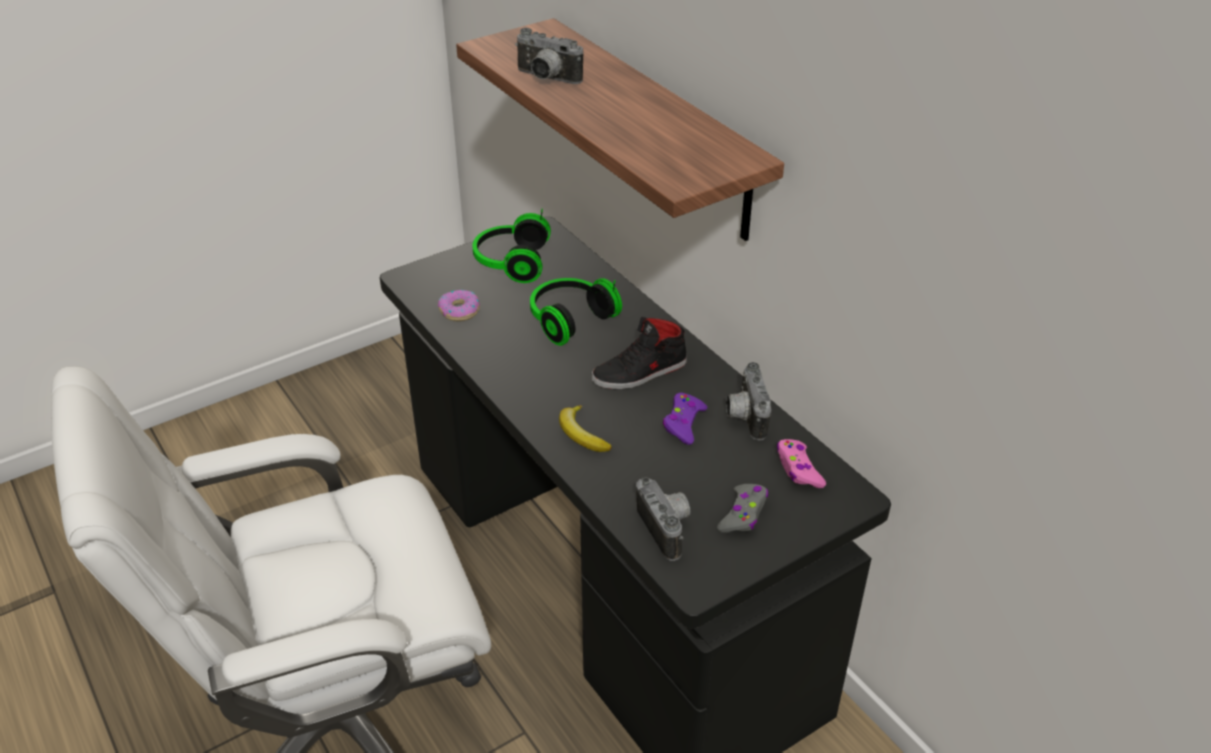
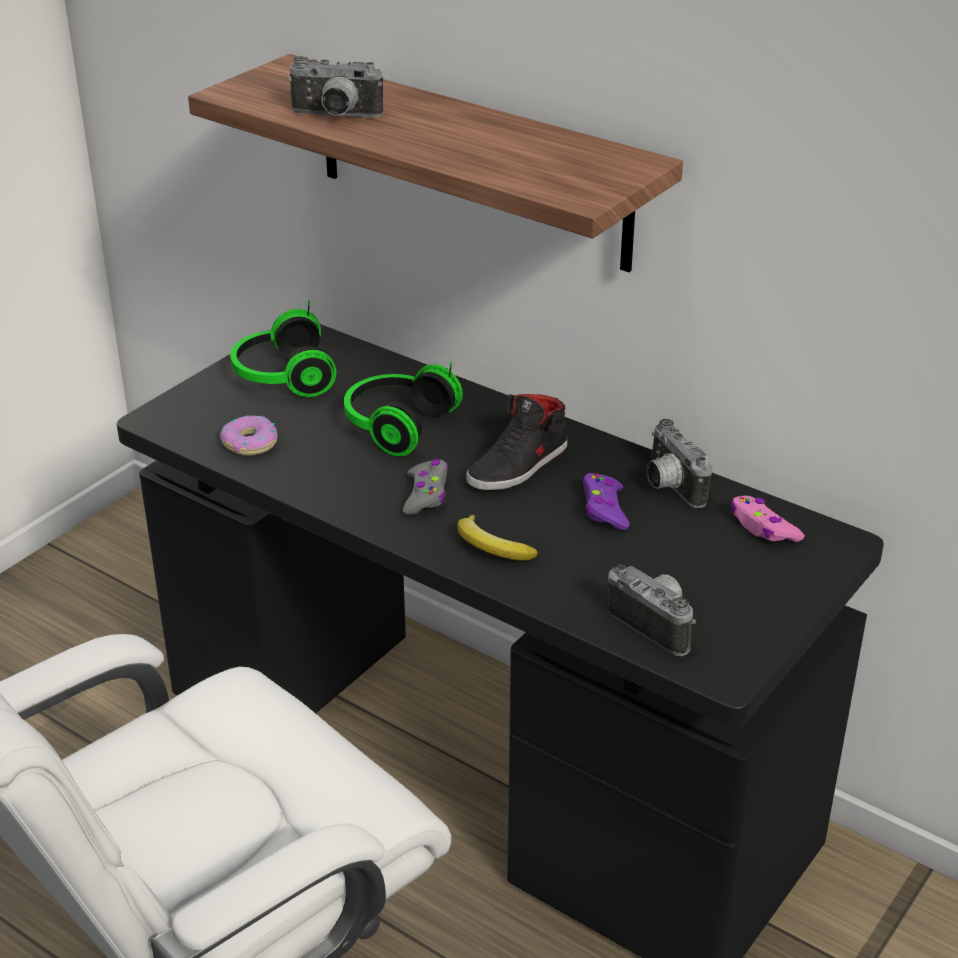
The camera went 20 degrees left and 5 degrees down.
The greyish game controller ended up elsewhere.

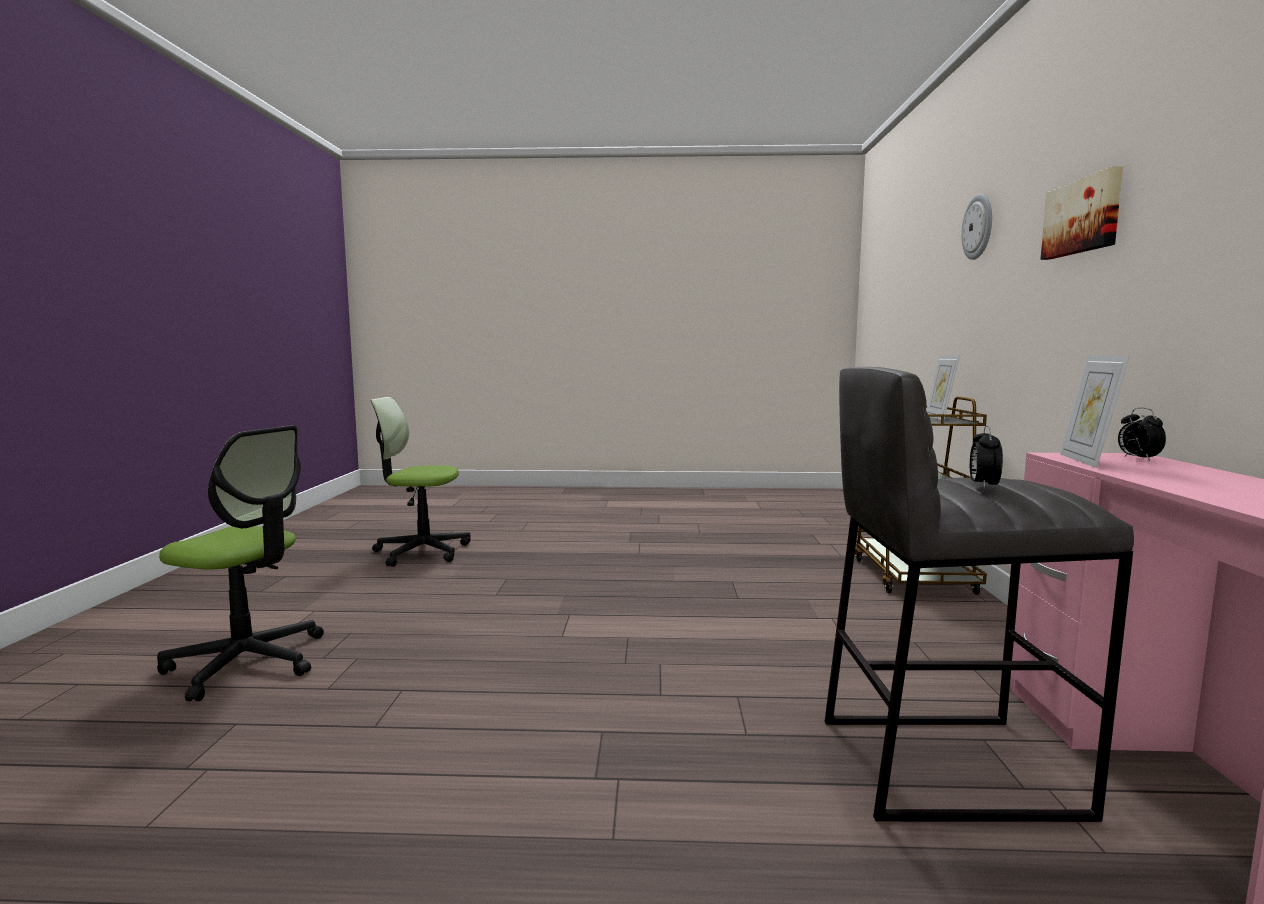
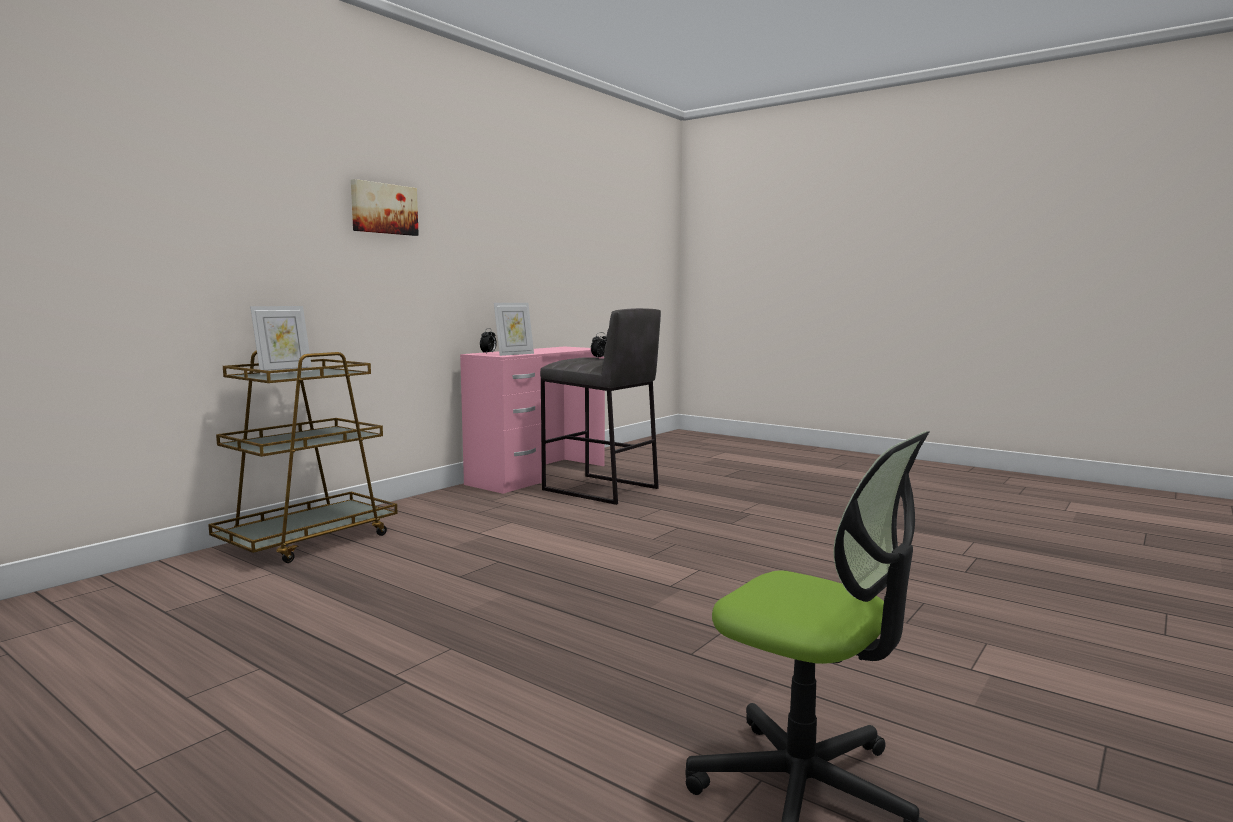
The camera went 145 degrees left and 0 degrees up.
The second view lost the desk chair (no. 1 from left).
The second view lost the hanging clock.

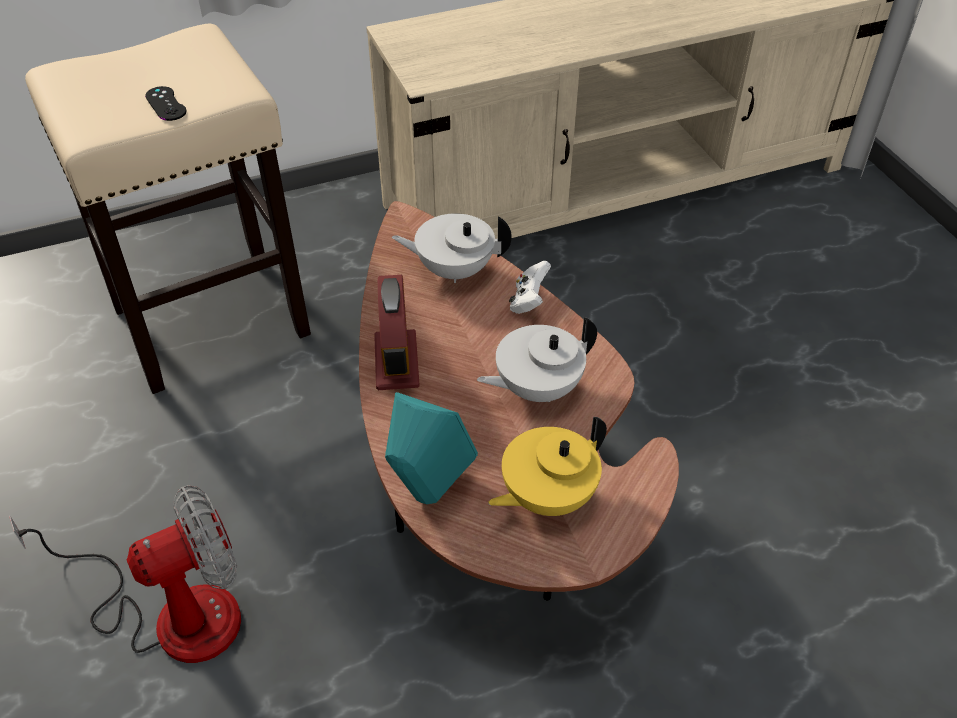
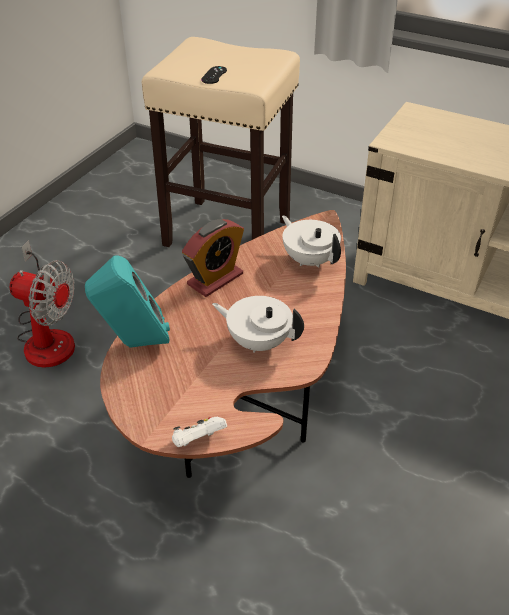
The camera went 50 degrees right and 5 degrees down.
The white-coloured game controller ended up elsewhere.
The second view lost the yellow-coloured pot for tea.

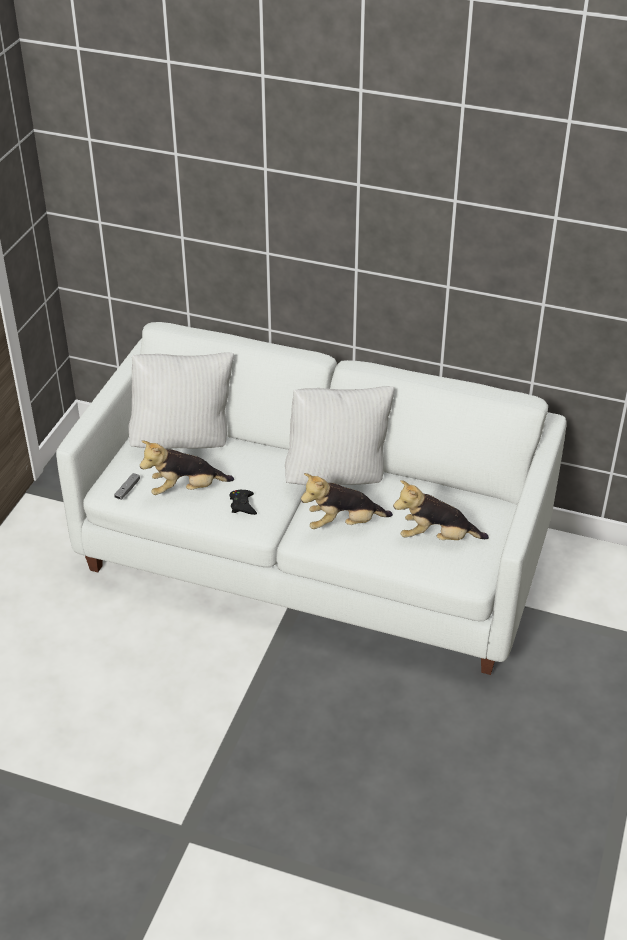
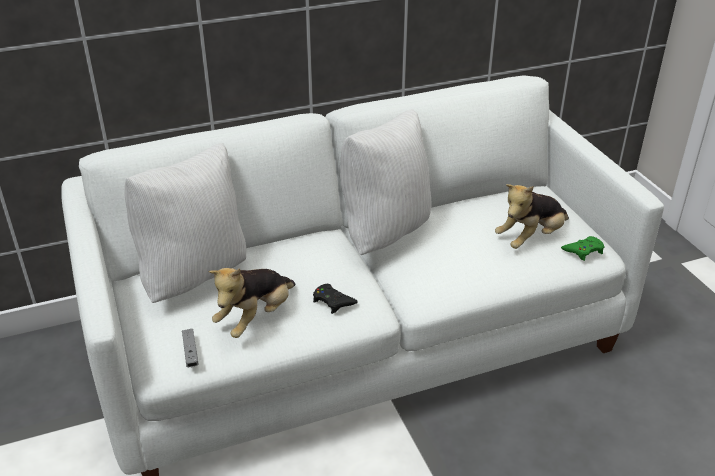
The camera went 40 degrees left and 5 degrees down.
The second view gained the green game controller.
The second view lost the plush toy (no. 2 from left).

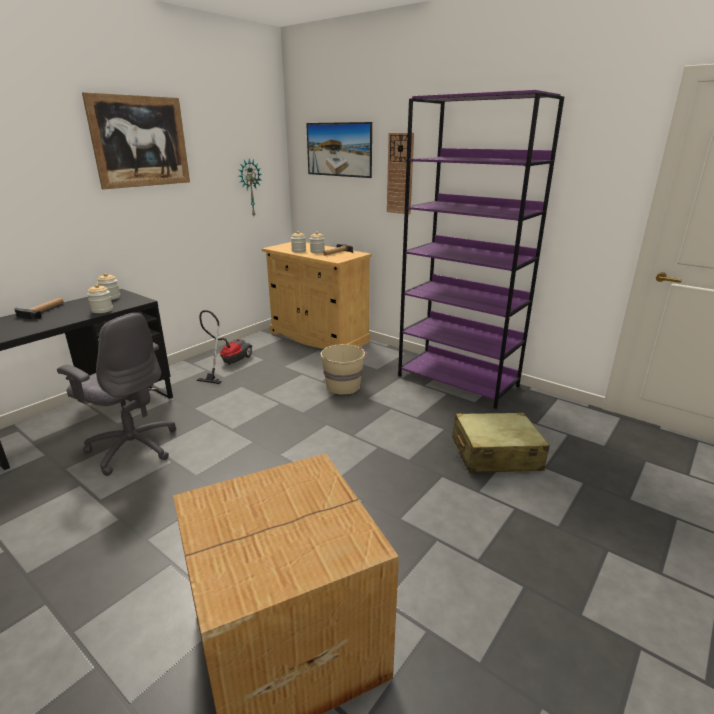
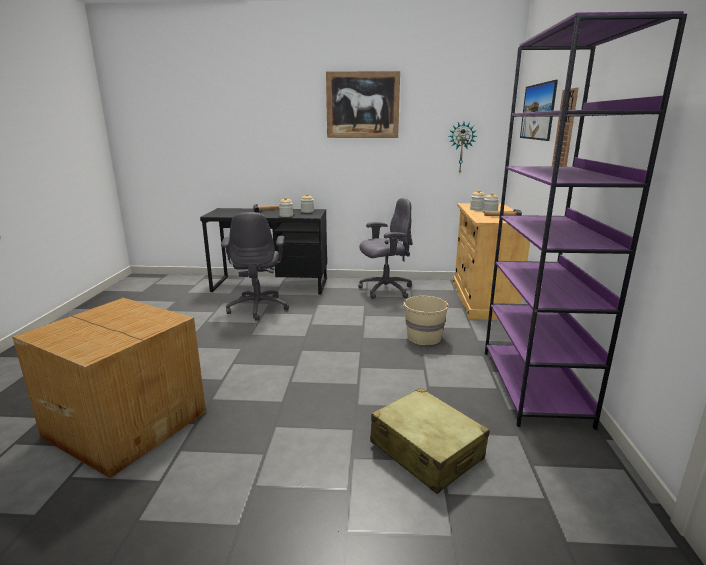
The camera went 55 degrees right and 5 degrees down.
Where the vacuum cleaner stood, the greyish desk chair (no. 2 from left) came to stand.

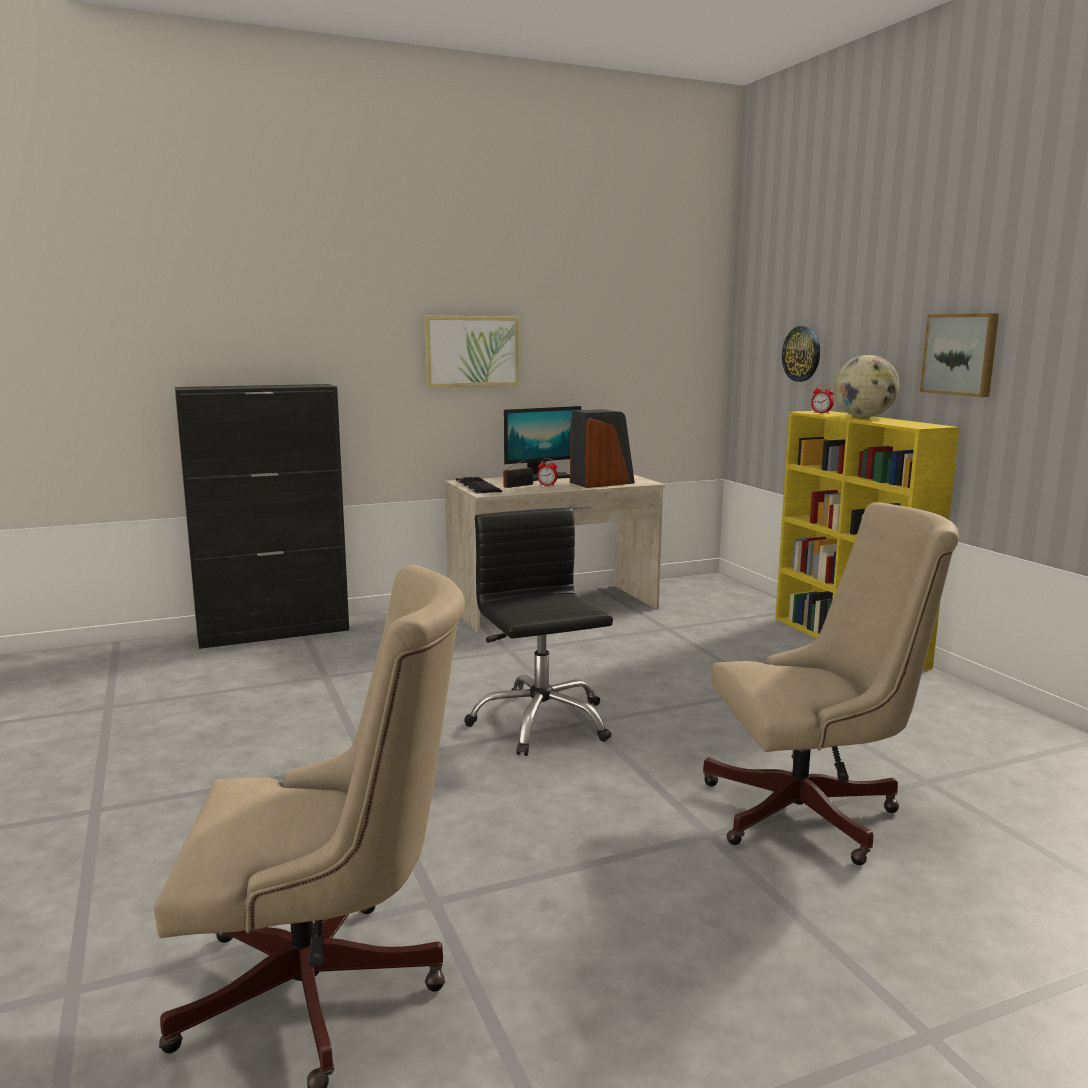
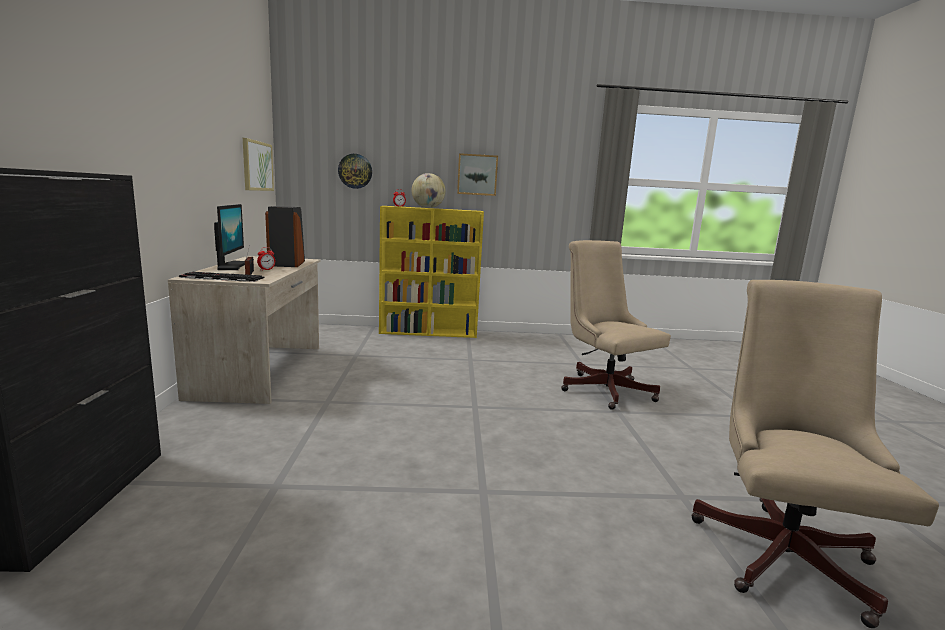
The camera went 70 degrees left and 0 degrees up.
The picture (no. 1 from left) ended up elsewhere.
The sand-coloured desk chair (no. 2 from left in the first image) ended up facing another way, 45 degrees counterclockwise from before.
The second view lost the blackish desk chair.

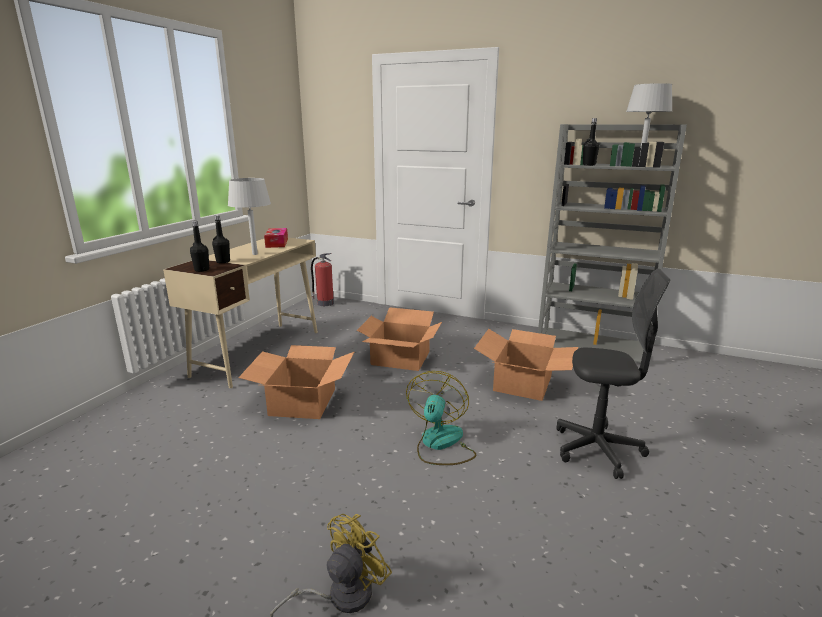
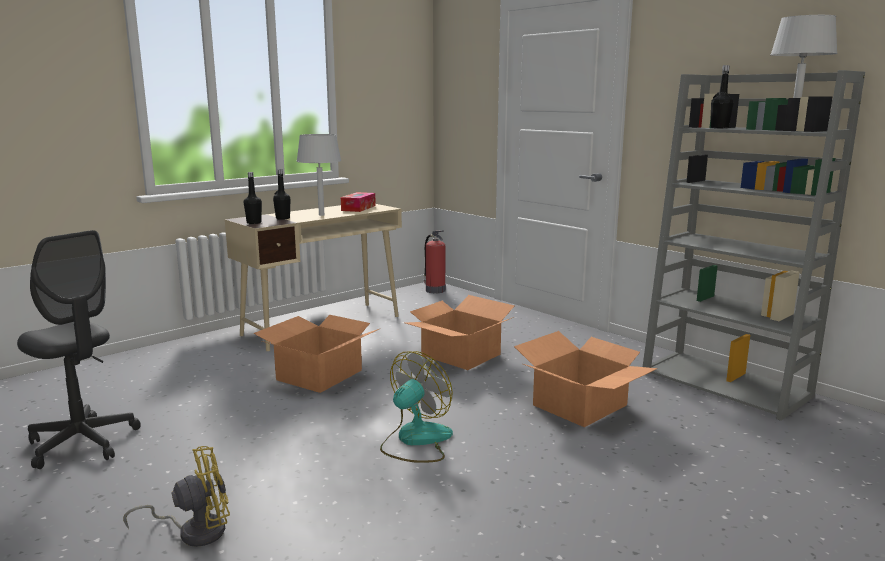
The camera went 25 degrees right and 5 degrees down.
The greyish desk chair ended up elsewhere.

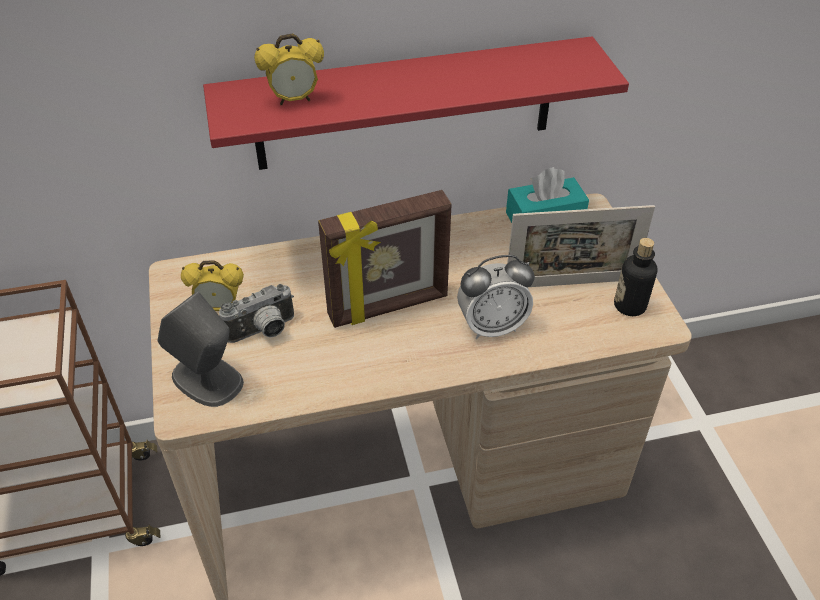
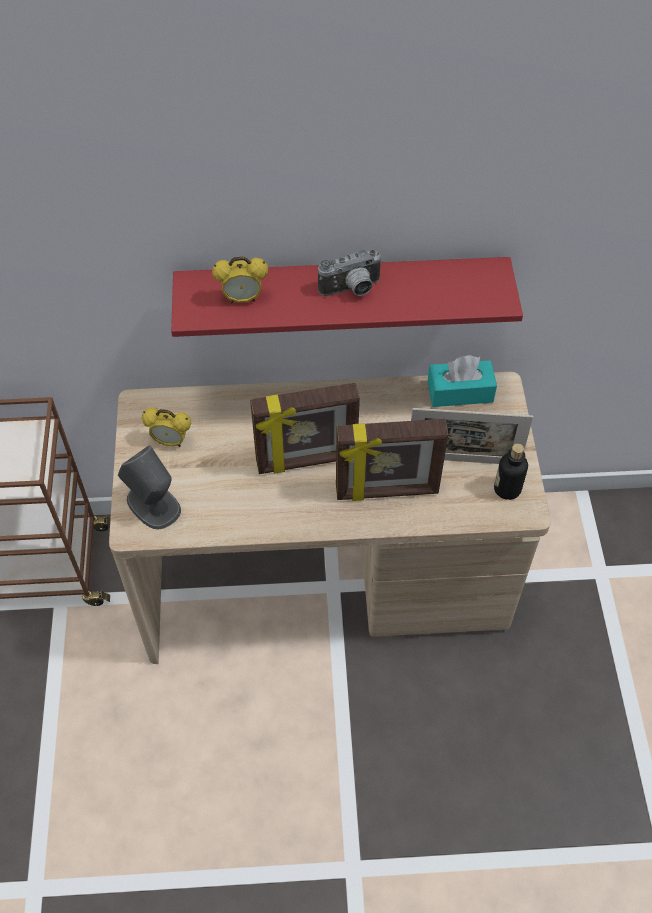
The camera went 10 degrees right and 10 degrees up.
The still camera ended up elsewhere.
Where the table clock (no. 3 from left) stood, the standing frame (no. 2 from left) came to stand.

